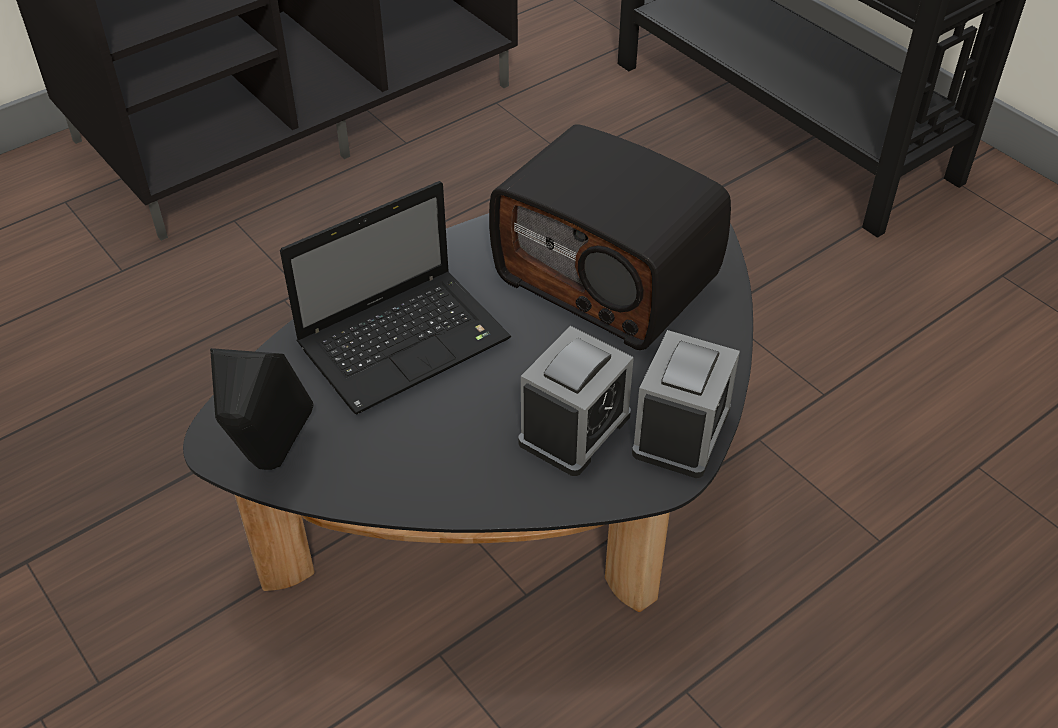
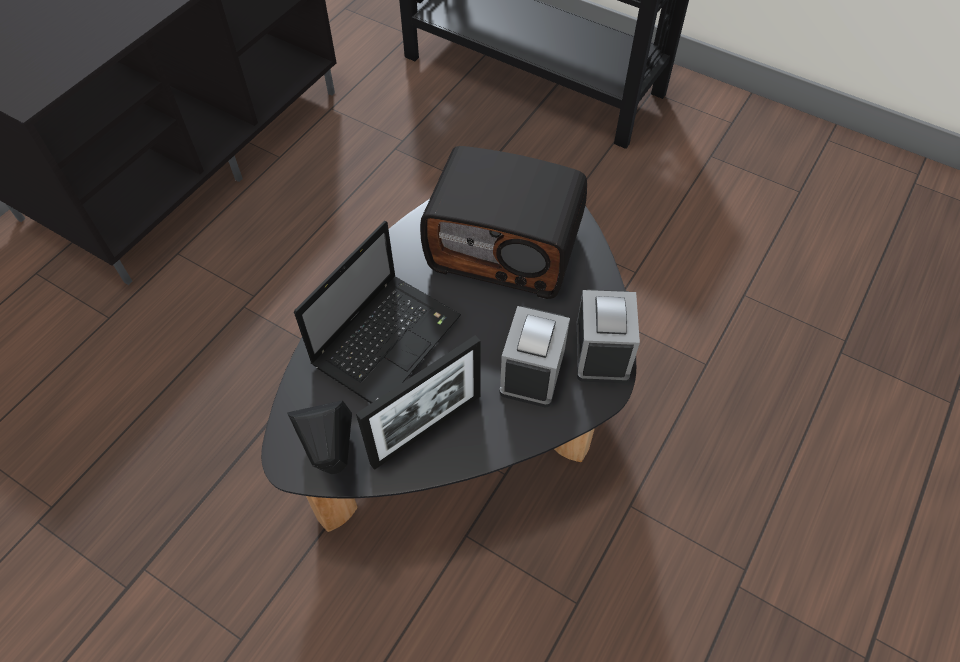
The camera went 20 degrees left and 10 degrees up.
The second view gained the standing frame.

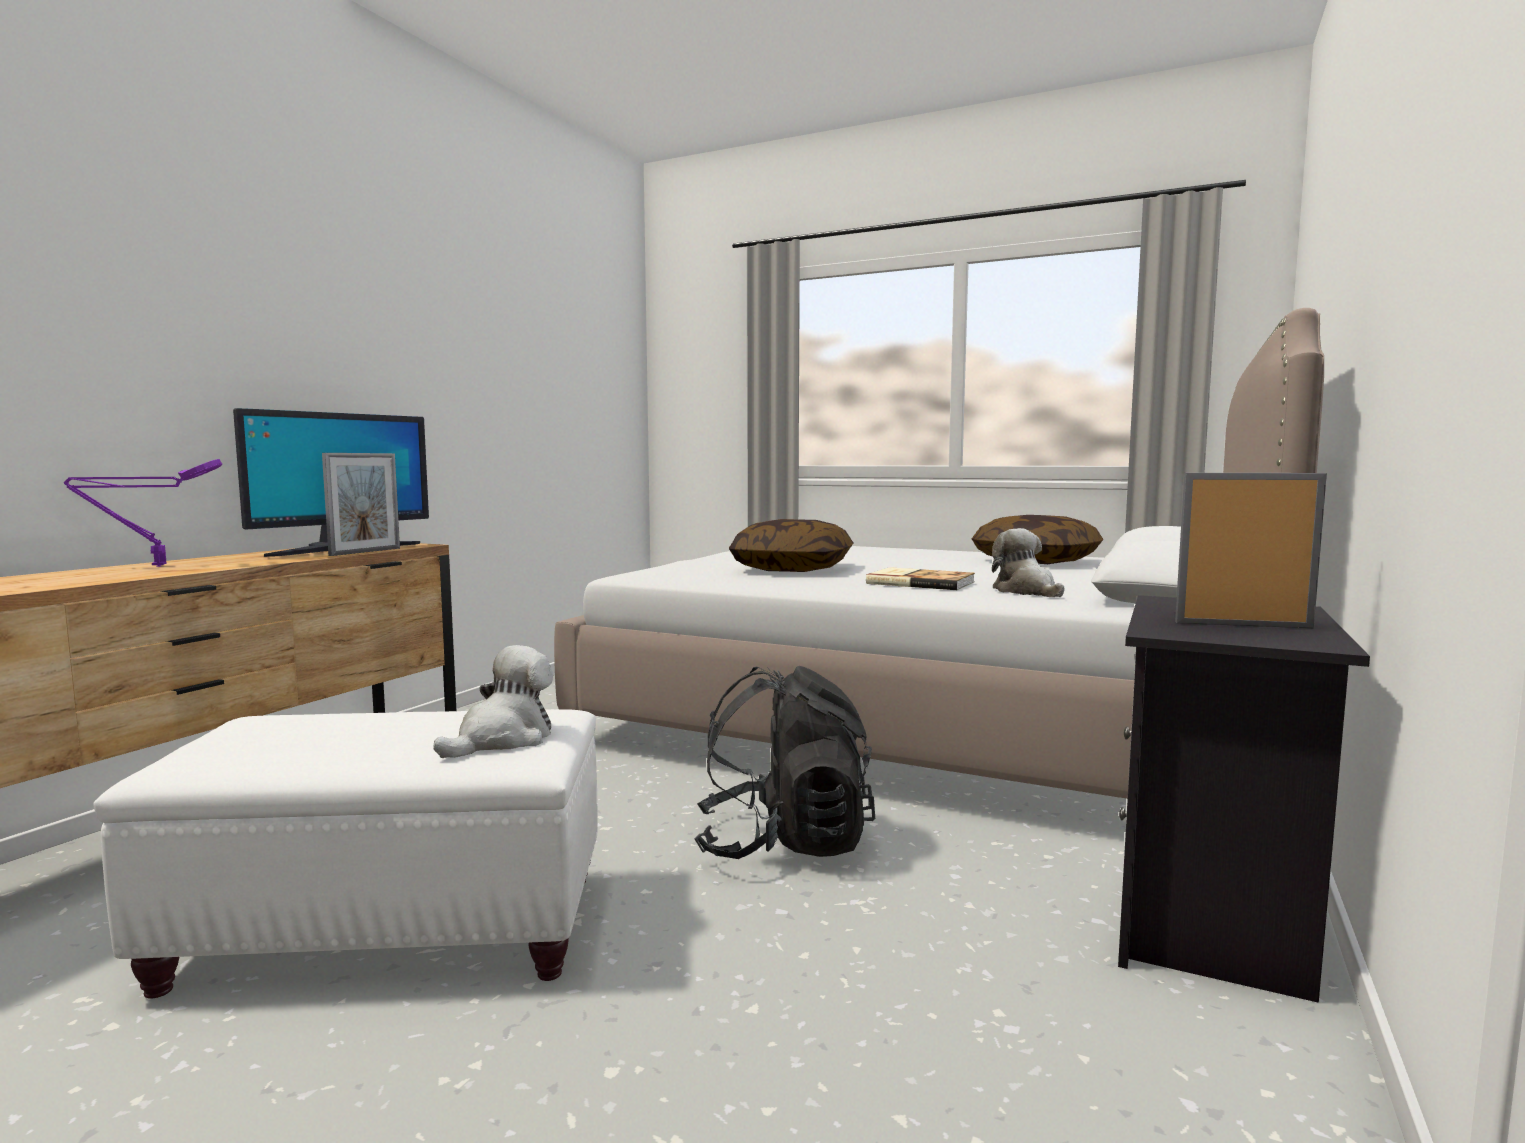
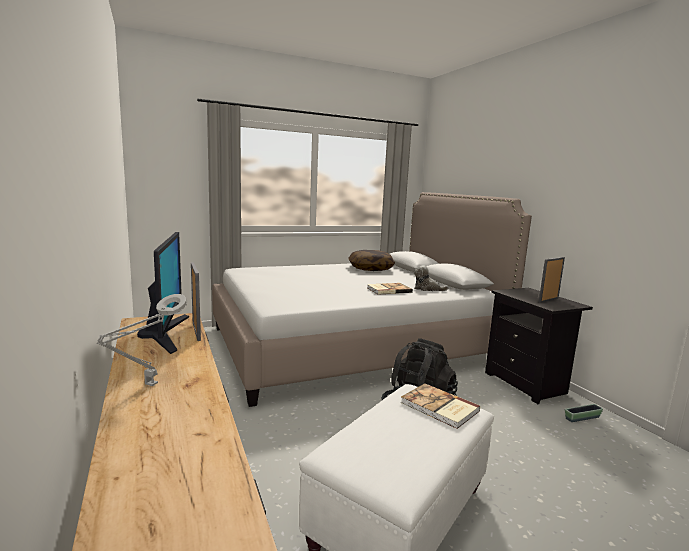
The camera went 50 degrees left and 5 degrees up.
What was the purple tabletop lamp turned into the greyish tabletop lamp.
Where the plush toy (no. 1 from left) stood, the book (no. 2 from left) came to stand.
The second view gained the plant pot.
The second view lost the cushion (no. 1 from left).

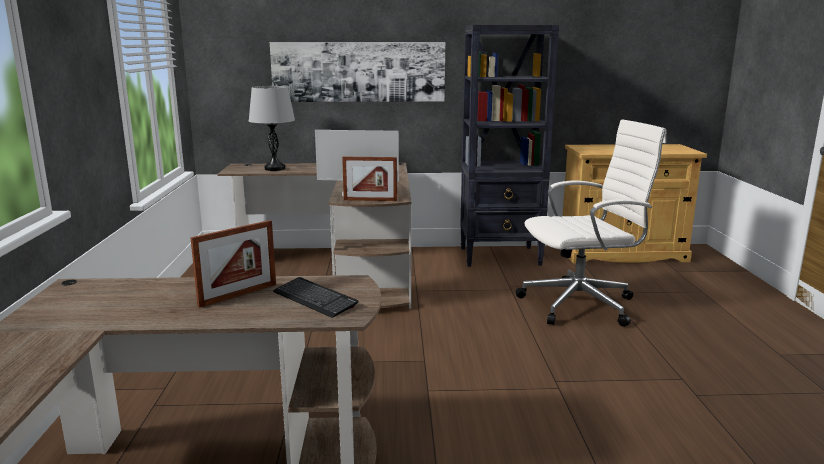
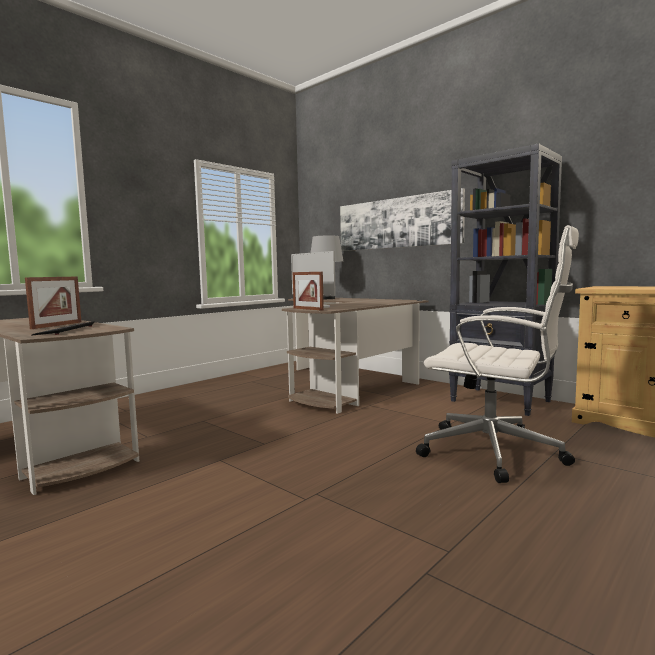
The camera went 45 degrees right and 10 degrees down.
The standing frame (no. 1 from left) ended up facing another way, 75 degrees counterclockwise from before.

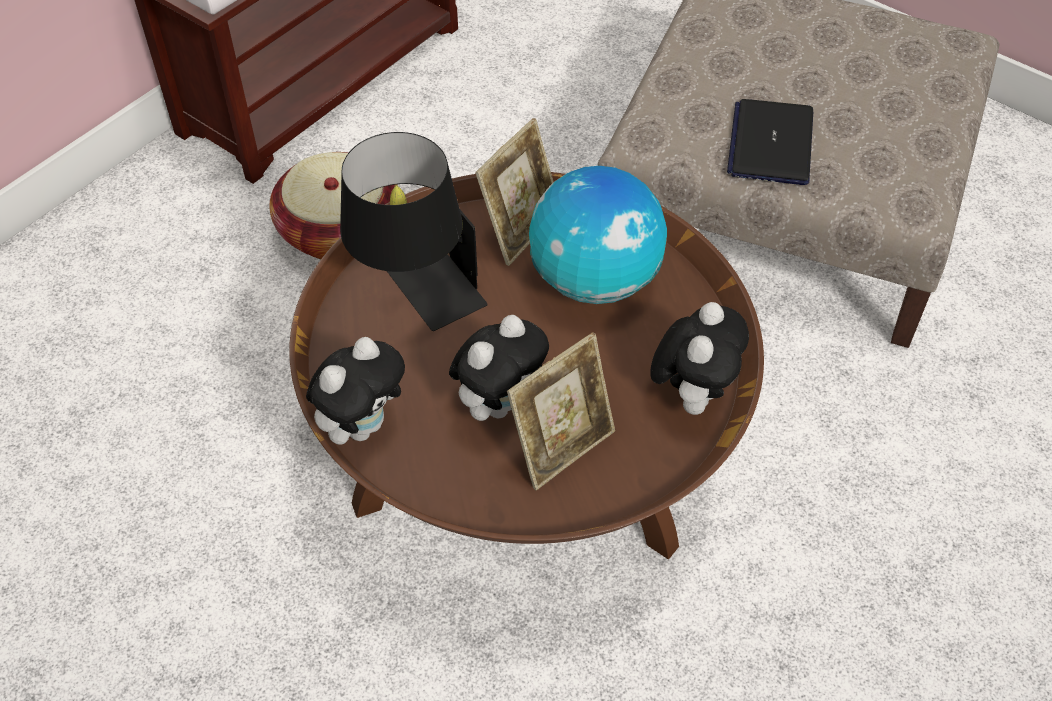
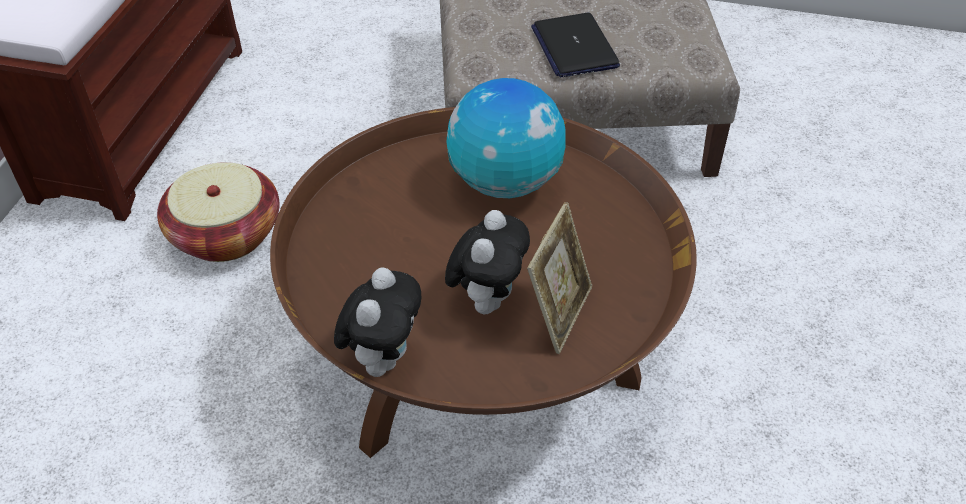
The camera went 25 degrees left and 5 degrees down.
The second view lost the blackish tabletop lamp.
The second view lost the standing frame (no. 1 from left).
The second view lost the plush toy (no. 3 from left).

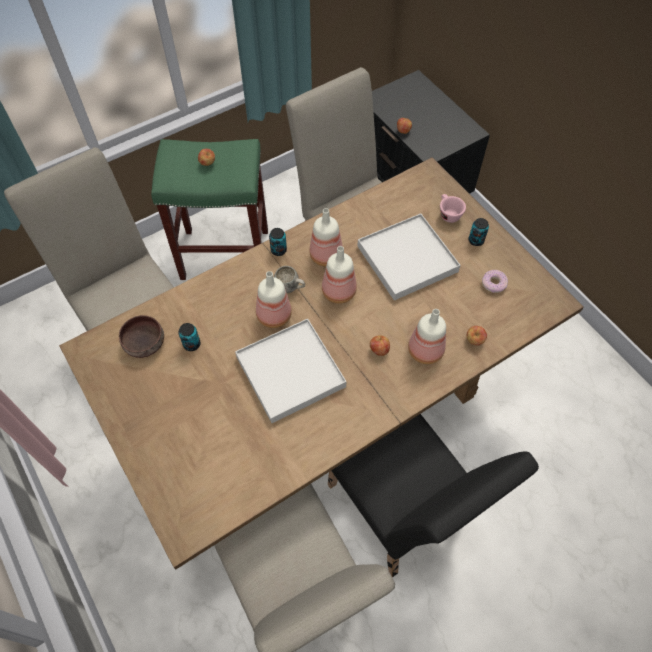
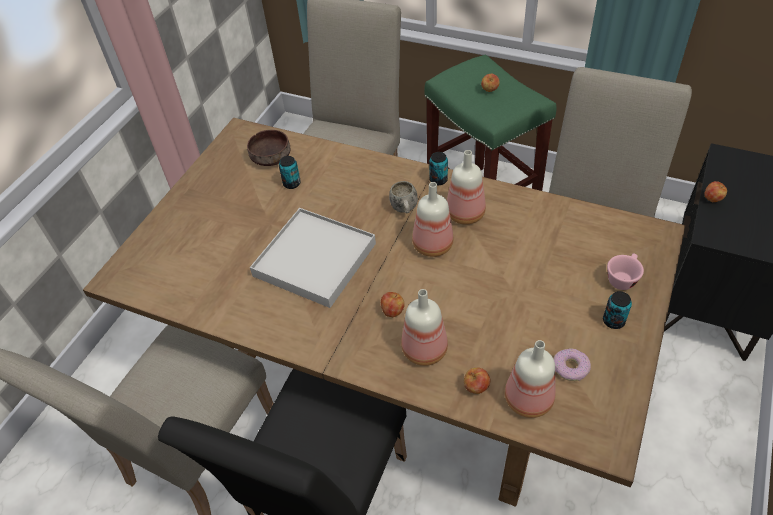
The camera went 60 degrees right and 10 degrees down.
The beverage bottle (no. 1 from left in the first image) ended up elsewhere.
The second view lost the white-coloured carrying tray (no. 2 from left).

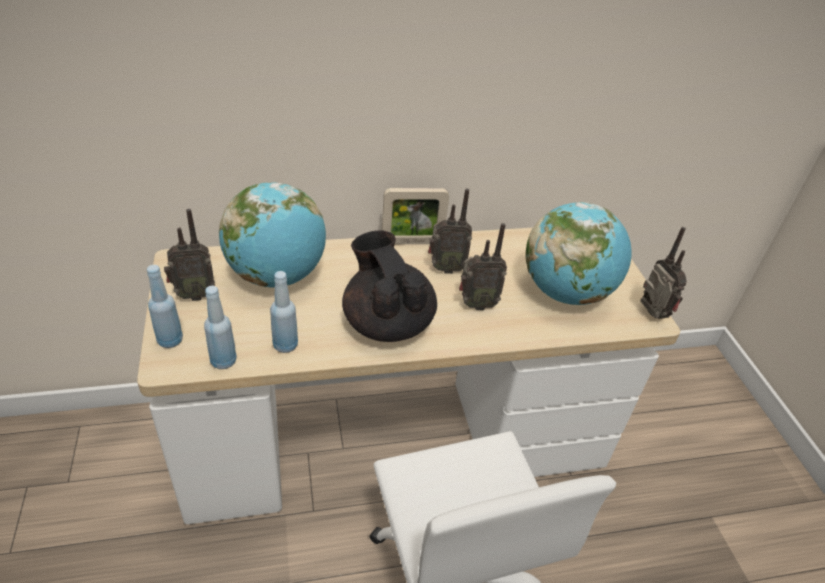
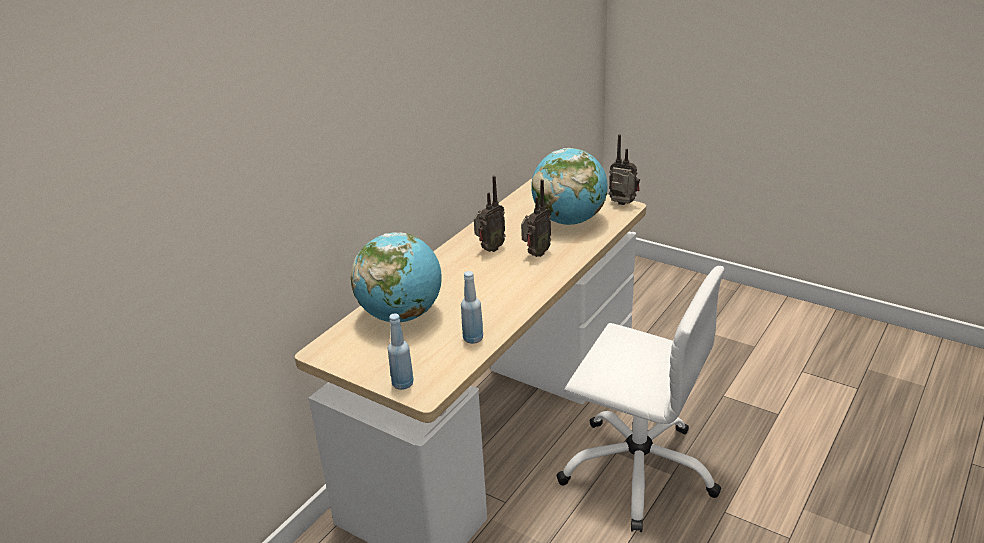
The camera went 40 degrees left and 10 degrees down.
The second view lost the radio set (no. 1 from left).
The second view lost the bluish beverage bottle (no. 2 from left).
The second view lost the blackish pot for tea.
The second view lost the standing frame.

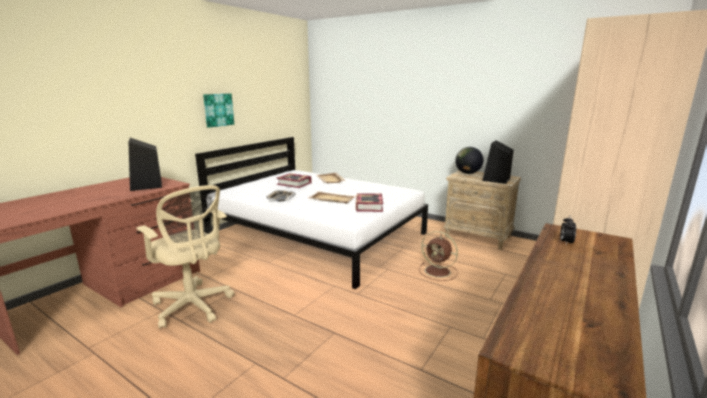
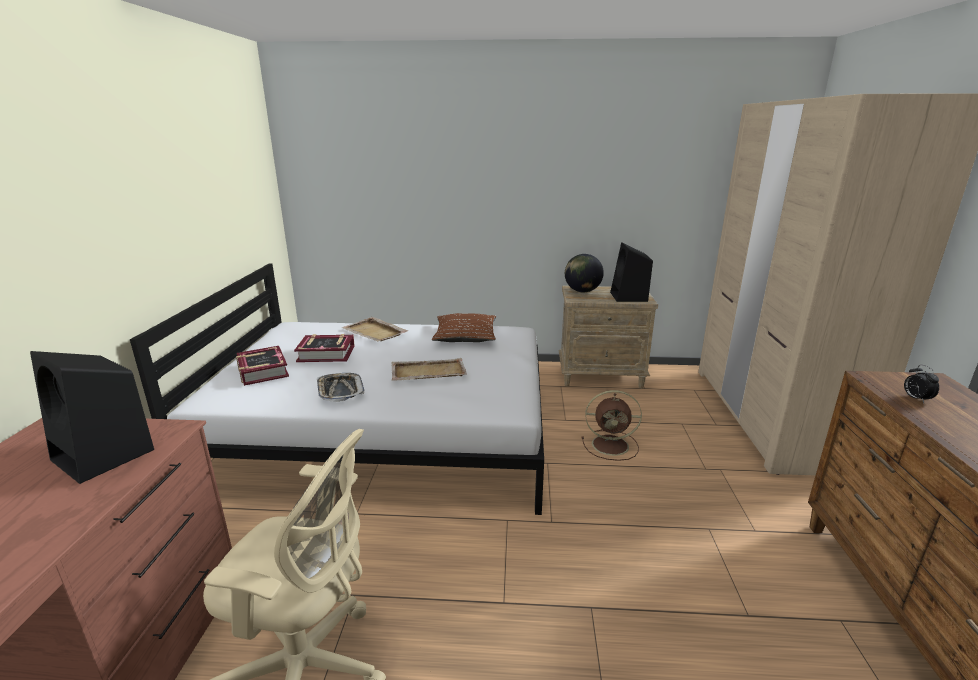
The camera went 30 degrees left and 5 degrees up.
The book (no. 2 from left in the first image) ended up elsewhere.
The second view gained the brownish cushion.
The second view lost the picture.

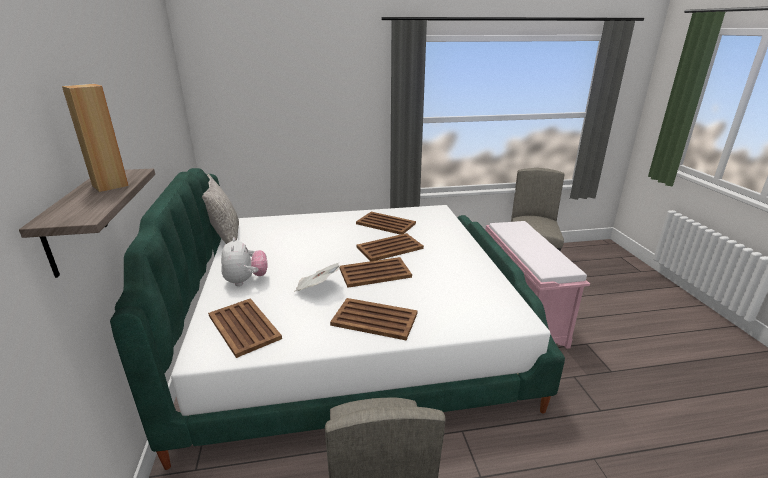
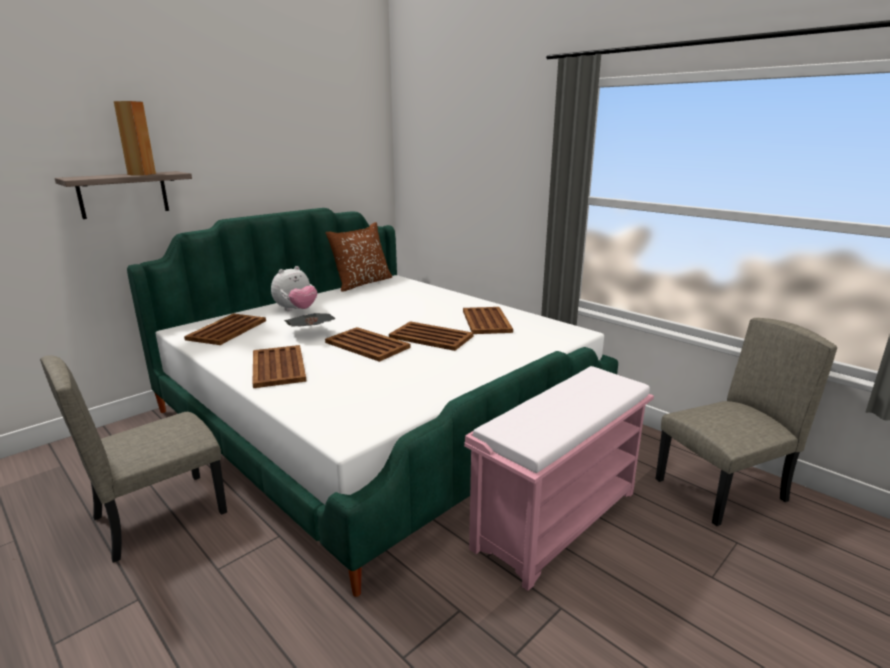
The camera went 55 degrees right and 5 degrees down.
What was the greyish cushion turned into the brownish cushion.

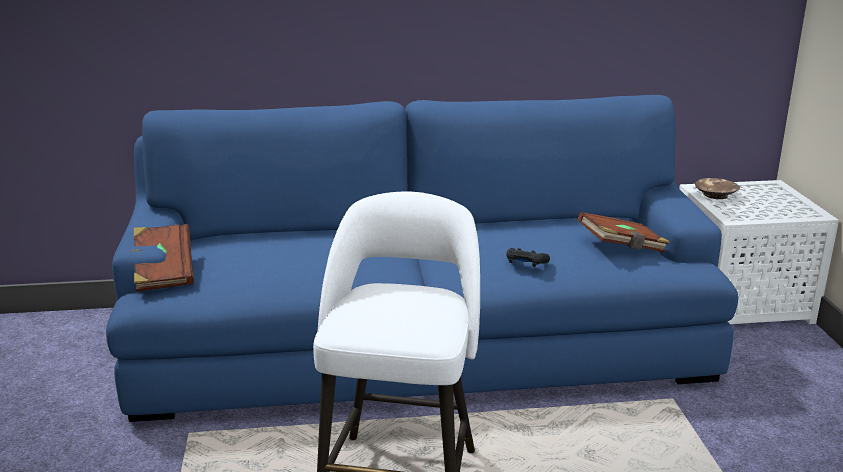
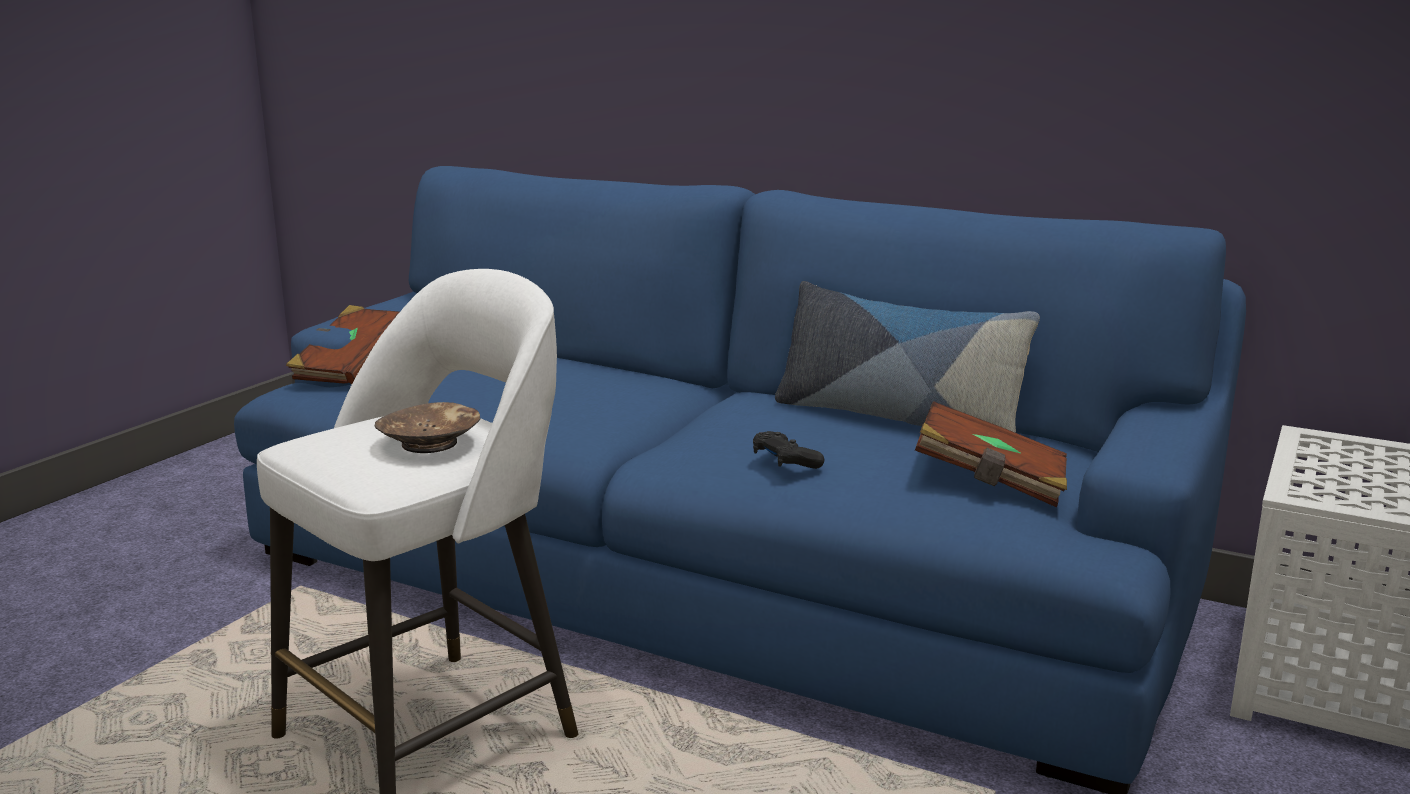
The camera went 35 degrees right and 5 degrees down.
The brownish deep dish ended up elsewhere.
The second view gained the cushion.

